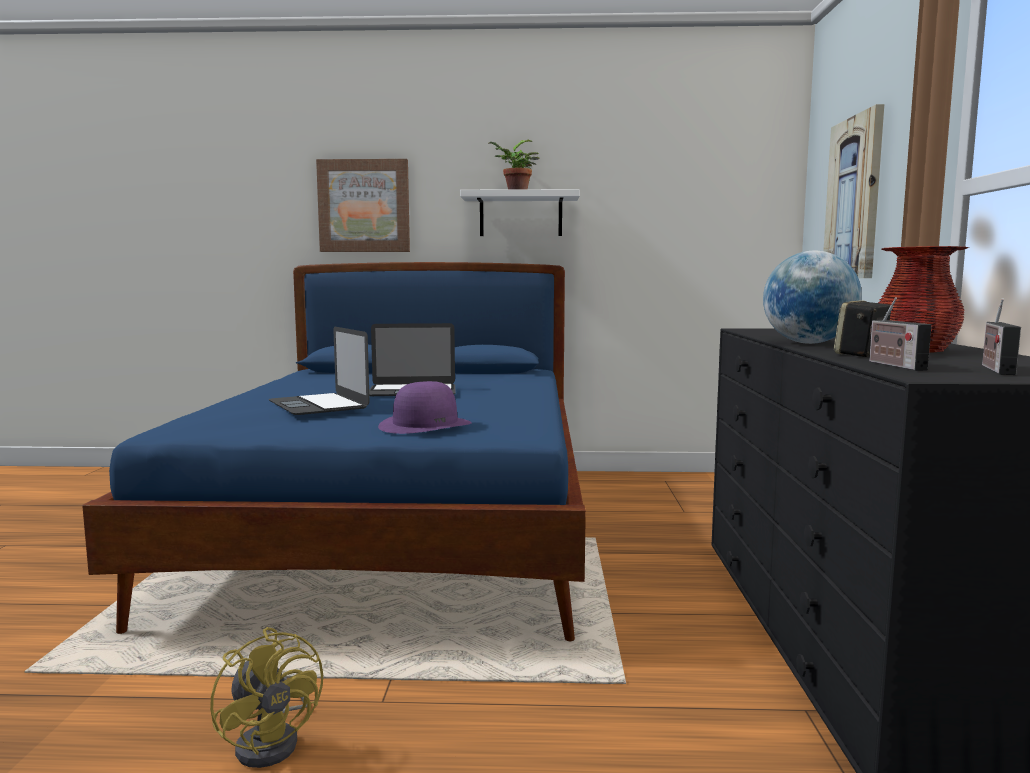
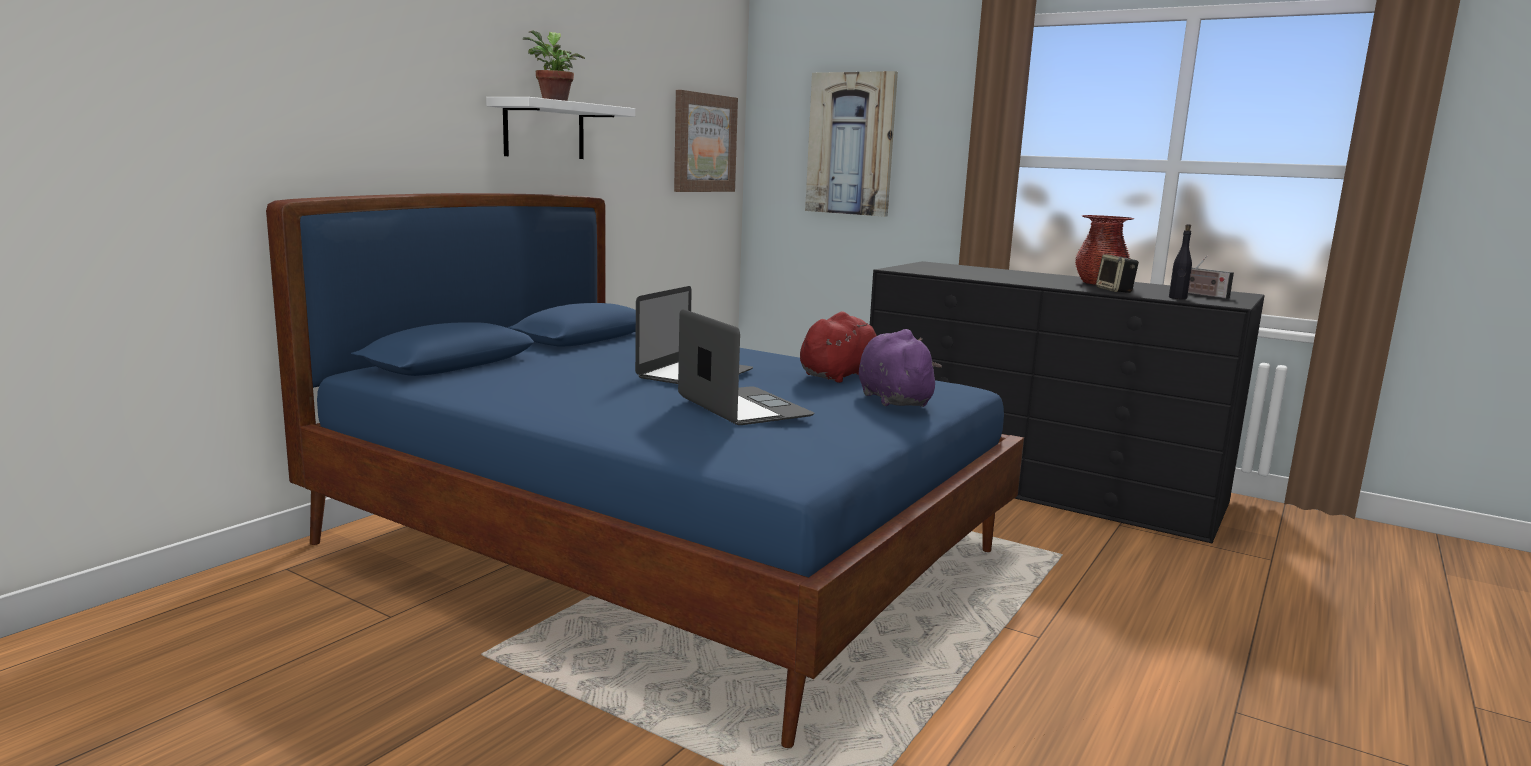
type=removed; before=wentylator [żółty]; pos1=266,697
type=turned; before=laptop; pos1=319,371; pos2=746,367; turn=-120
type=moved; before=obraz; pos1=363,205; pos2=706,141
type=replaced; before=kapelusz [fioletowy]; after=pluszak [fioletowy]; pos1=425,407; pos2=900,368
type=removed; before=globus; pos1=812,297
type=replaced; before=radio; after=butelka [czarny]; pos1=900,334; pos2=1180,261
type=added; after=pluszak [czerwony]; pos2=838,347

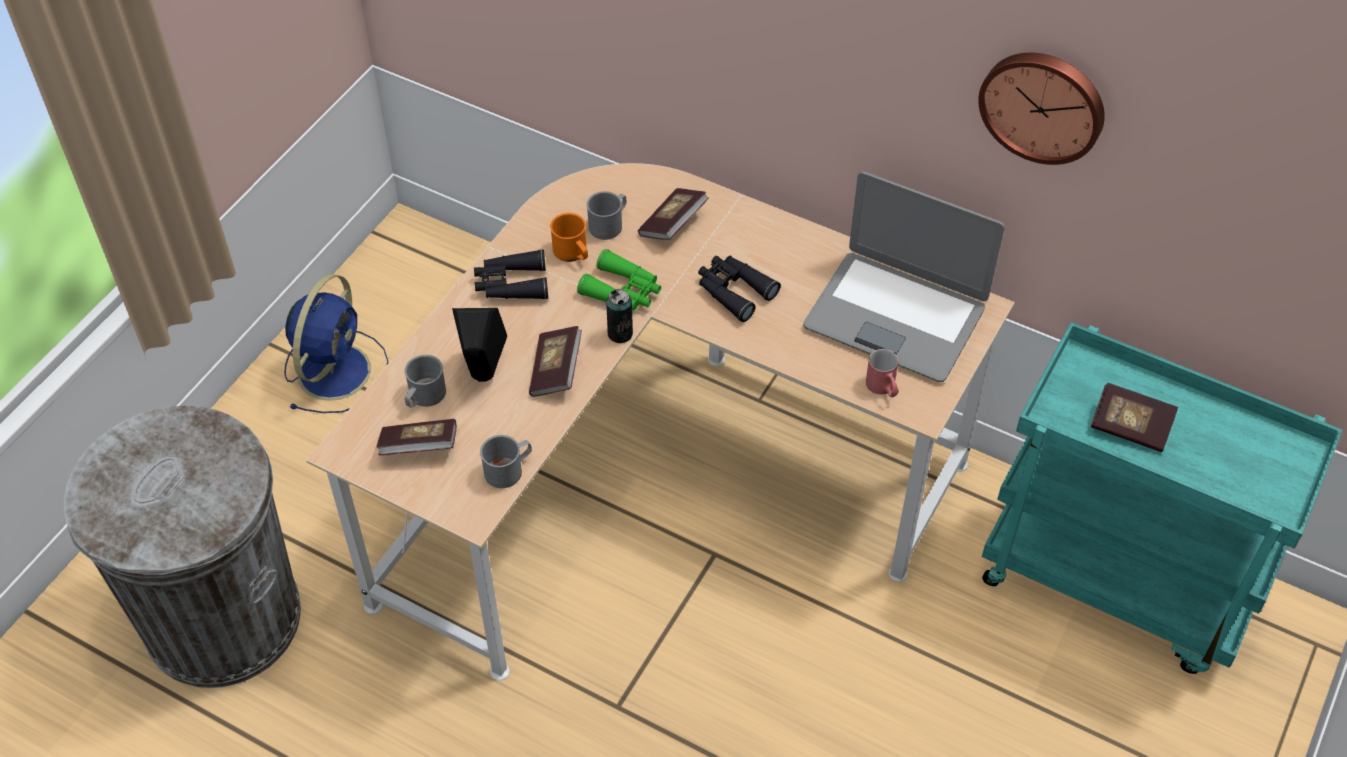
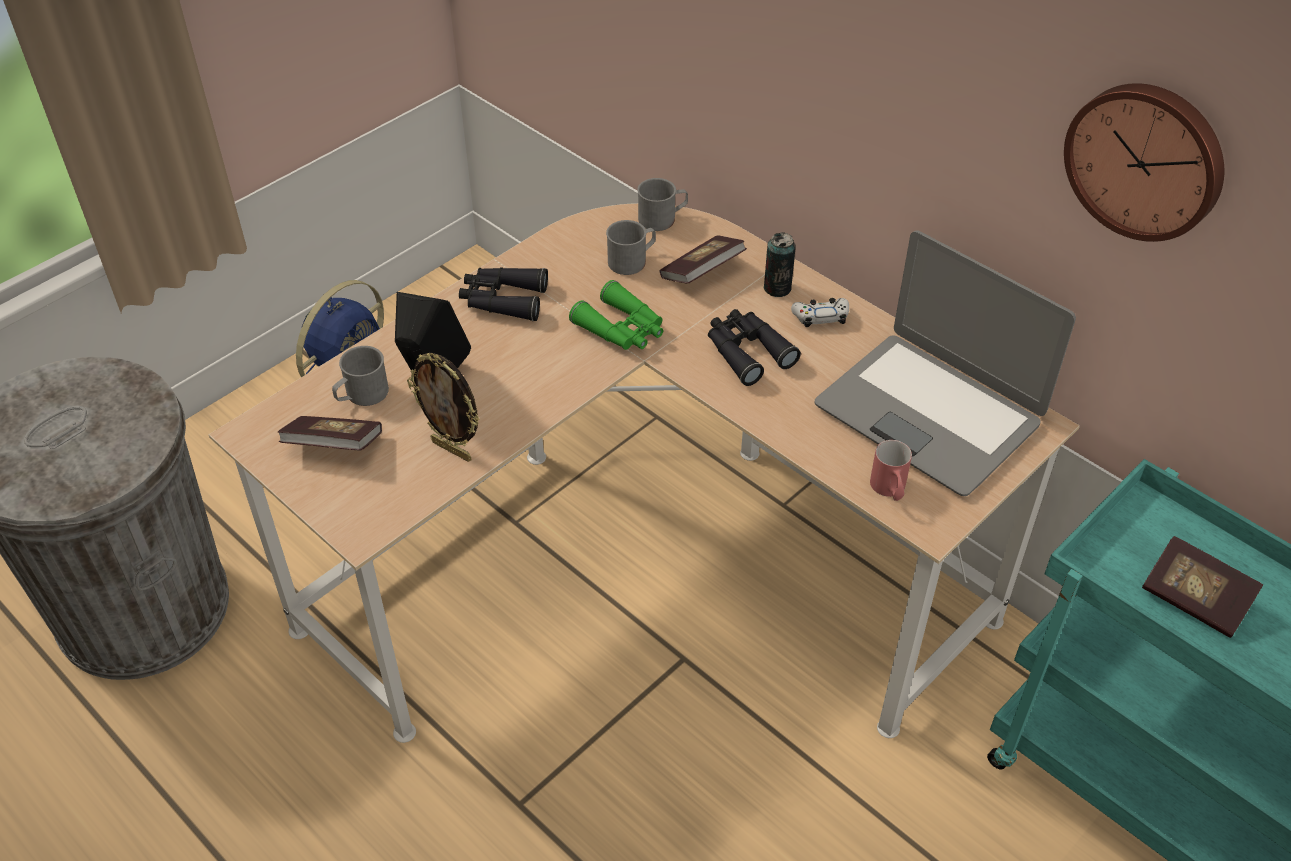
type=moved; before=kubek [szary]; pos1=505,461; pos2=662,204
type=removed; before=książka; pos1=555,361
type=removed; before=kubek [pomarańczowy]; pos1=569,237
type=moved; before=puszka; pos1=619,316; pos2=780,264
type=added; after=ramka na zdjęcie; pos2=443,407
type=added; after=pad do gier [biały]; pos2=820,312

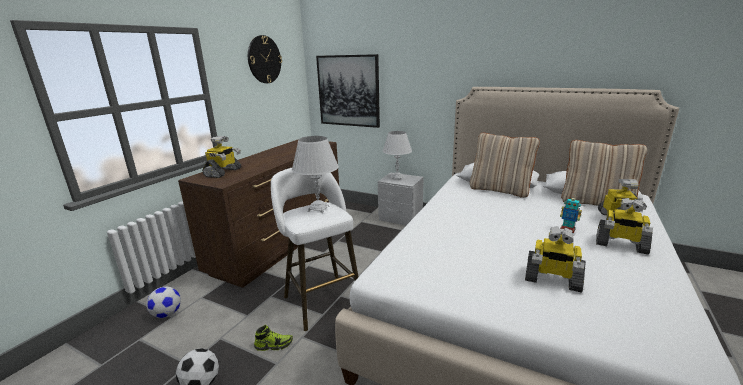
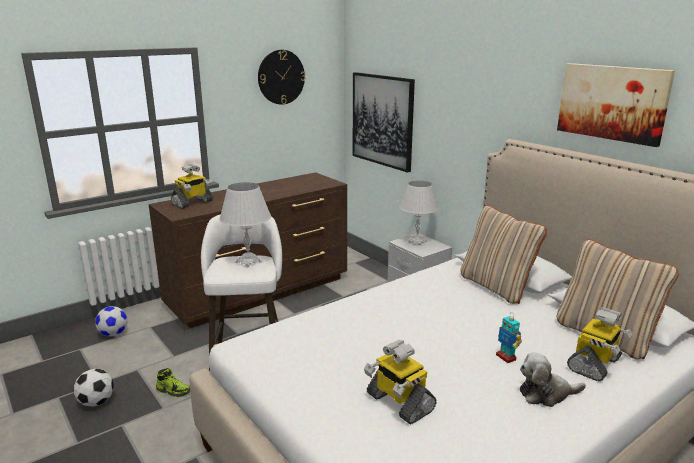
type=replaced; before=robot zabawkowy; after=pluszak; pos1=624,226; pos2=553,379
type=added; after=obraz; pos2=616,105

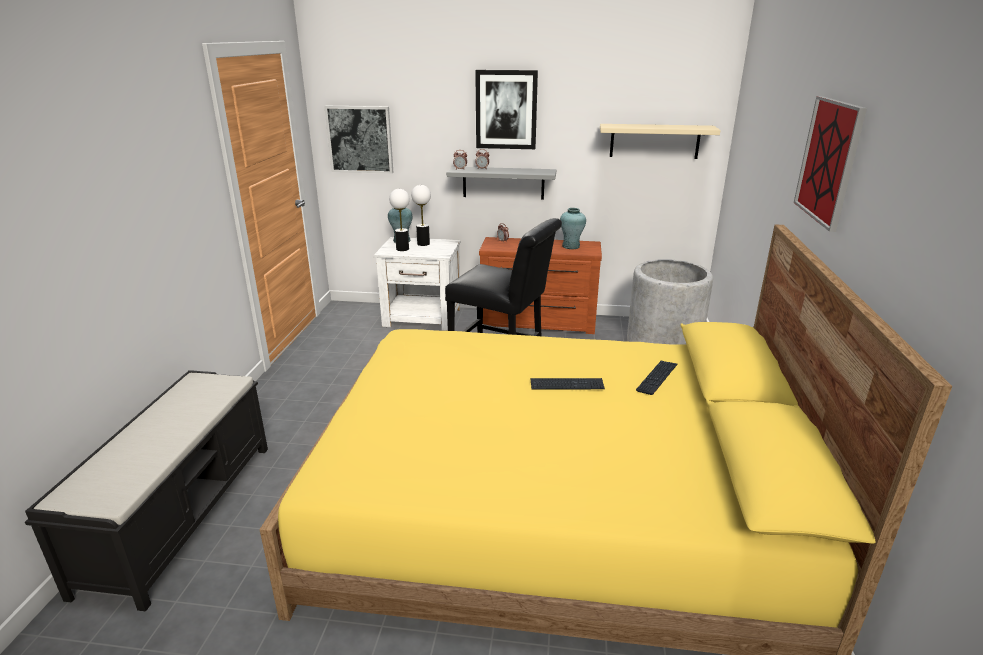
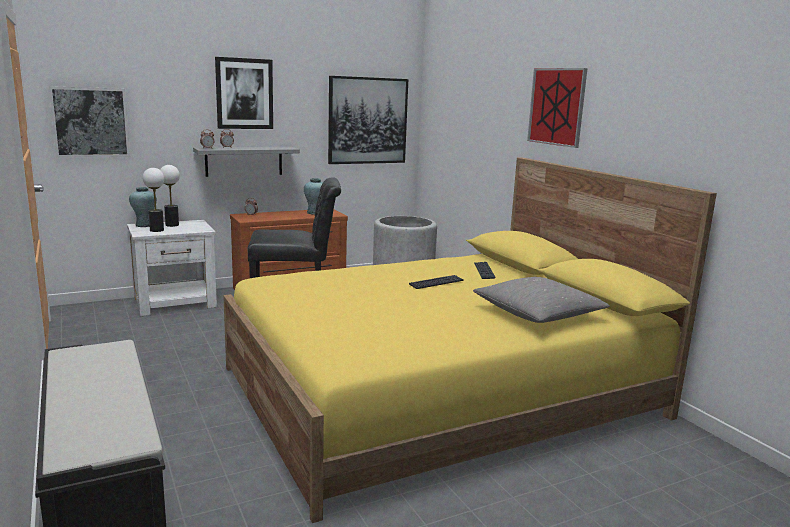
type=replaced; before=półka [beżowy]; after=obraz; pos1=660,141; pos2=368,120
type=added; after=poduszka [szary]; pos2=541,300

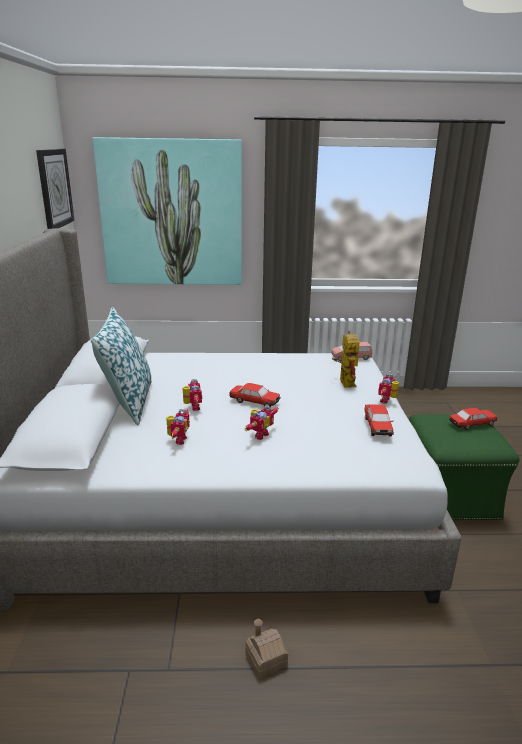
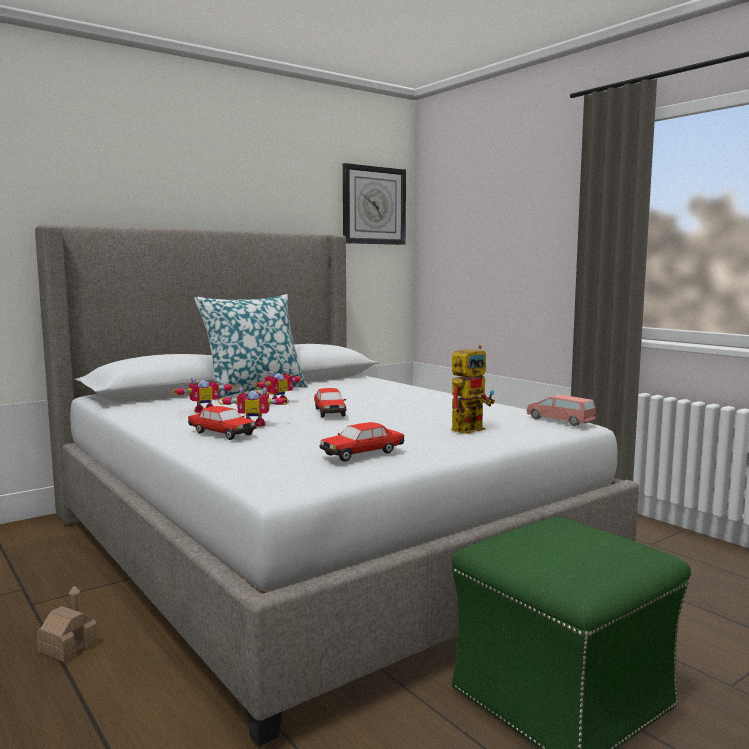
type=removed; before=obraz; pos1=167,211
type=removed; before=robot zabawkowy; pos1=388,388
type=moved; before=samochodzik; pos1=473,418; pos2=222,423

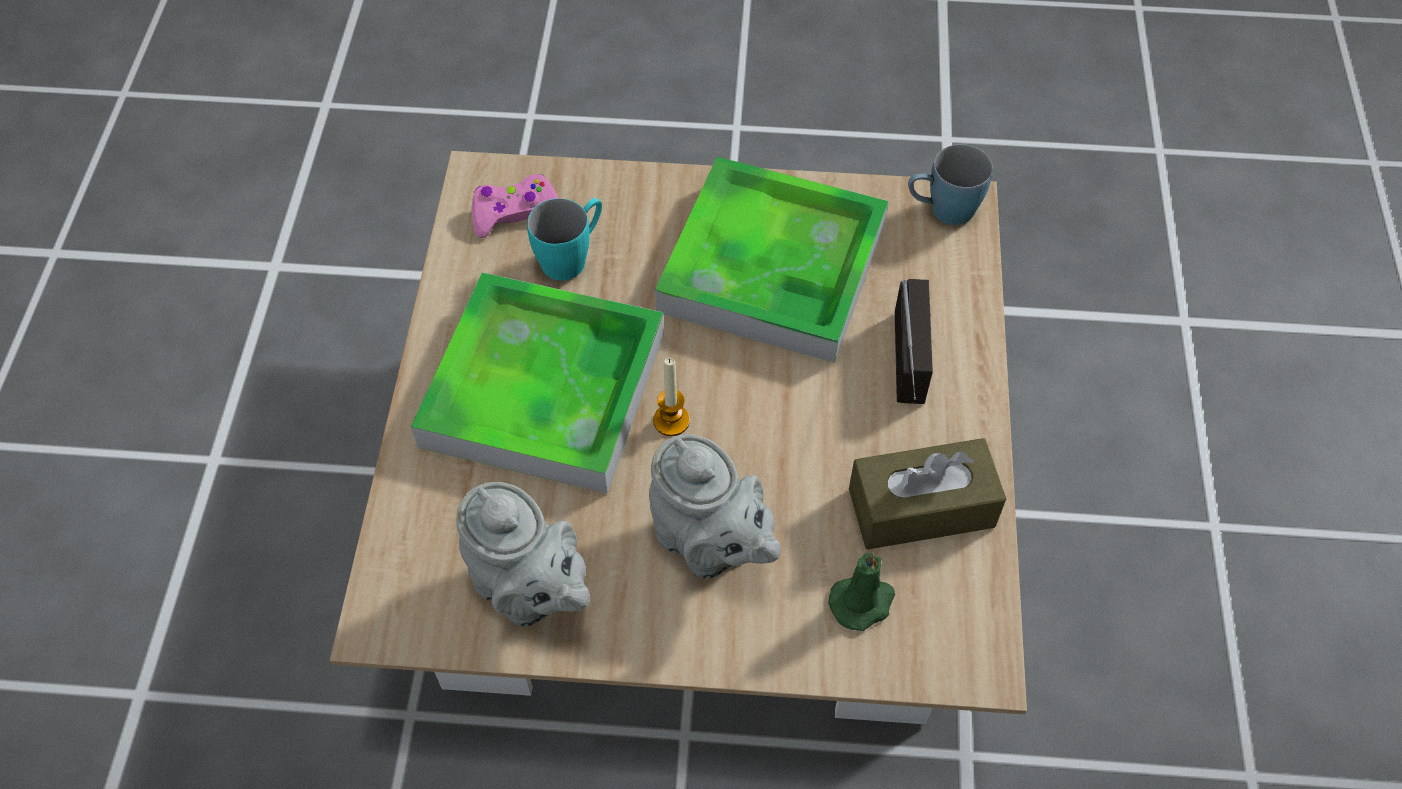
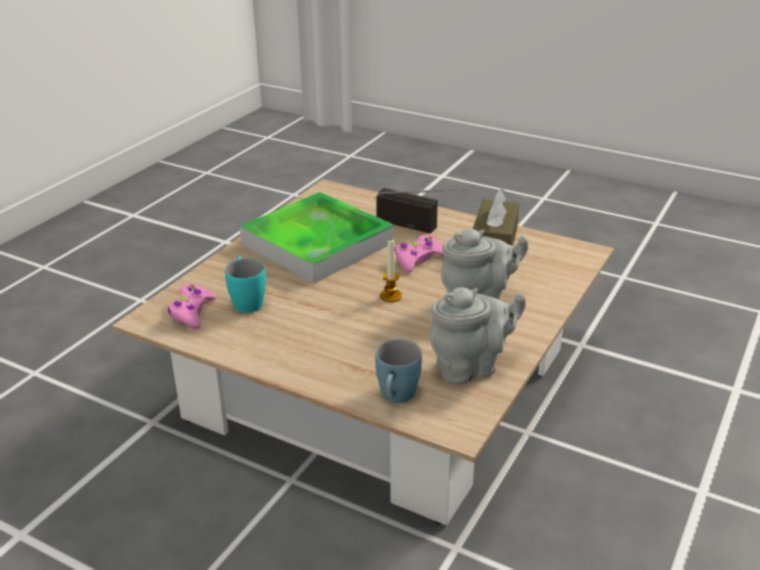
type=removed; before=taca; pos1=537,382
type=removed; before=świeca [zielony]; pos1=861,591
type=moved; before=kubek [niebieski]; pos1=950,184; pos2=398,371
type=added; after=pad do gier [różowy]; pos2=419,253

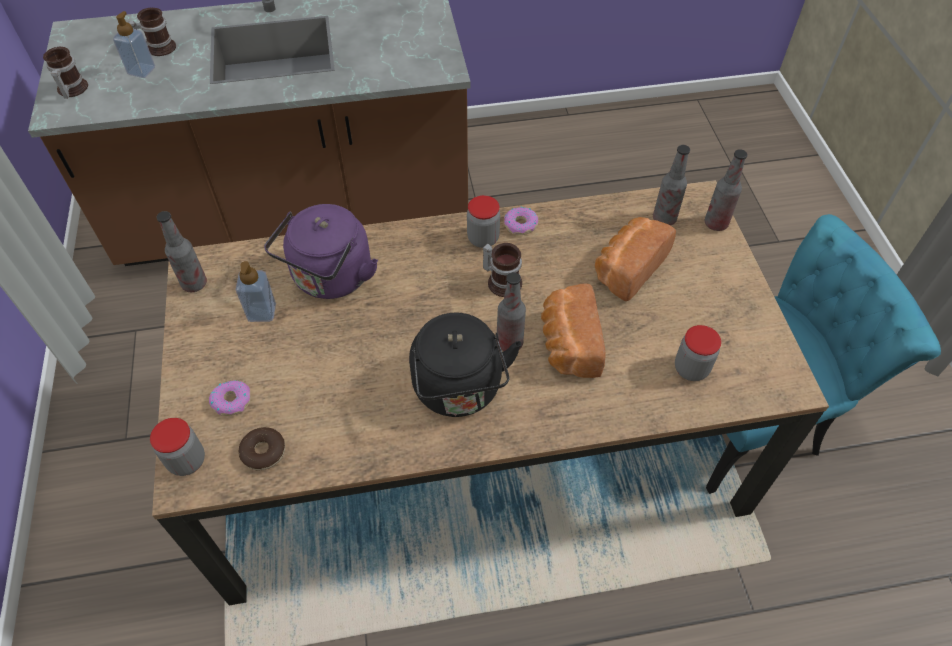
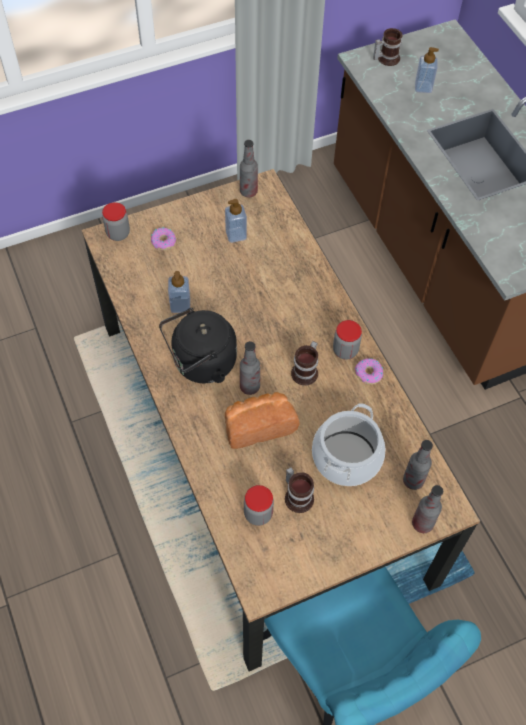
type=moved; before=kubek; pos1=152,32; pos2=299,490
type=removed; before=donut; pos1=261,448
type=removed; before=czajnik [fioletowy]; pos1=321,251
type=replaced; before=chleb; after=garnek; pos1=635,259; pos2=348,444
type=added; after=dozownik mydła; pos2=179,292

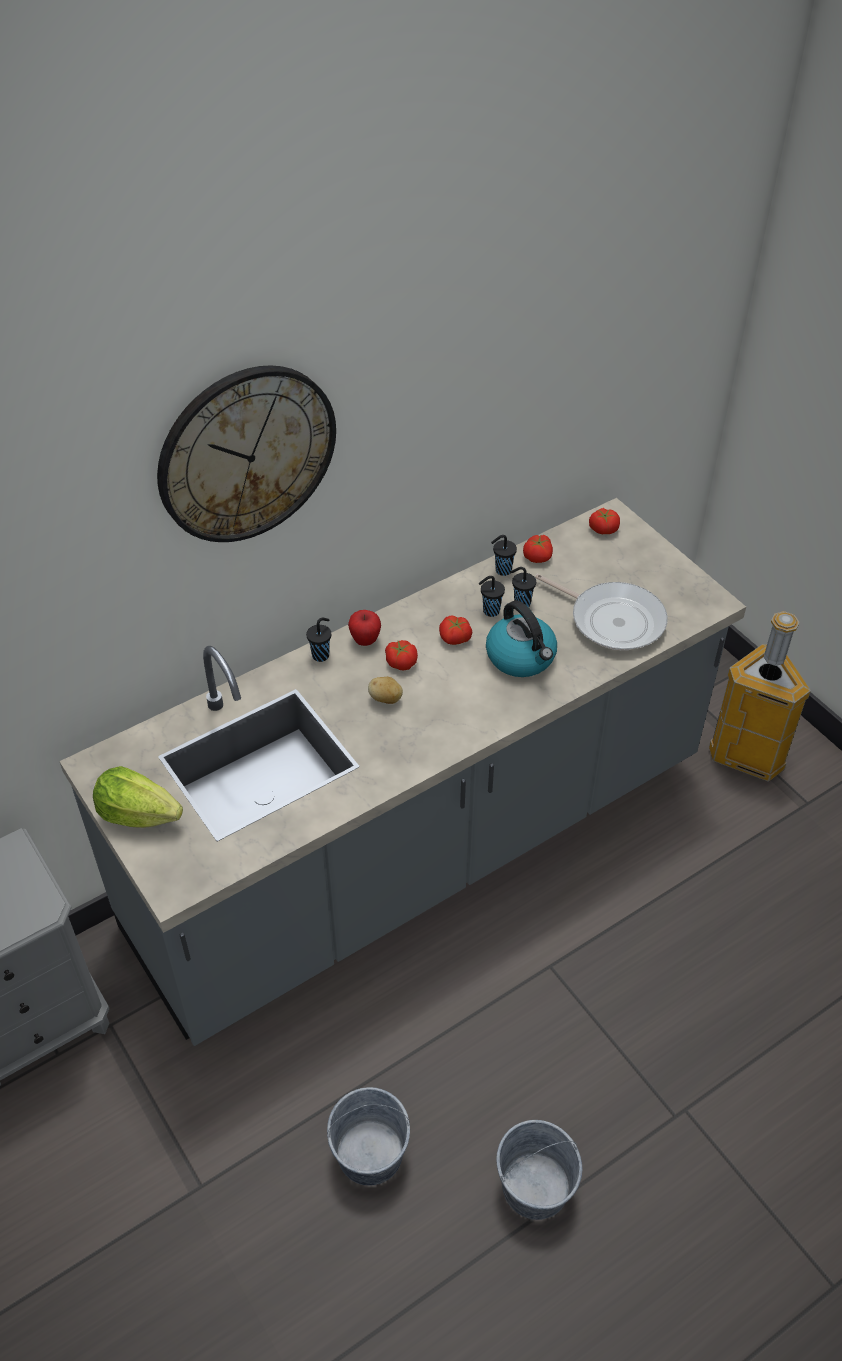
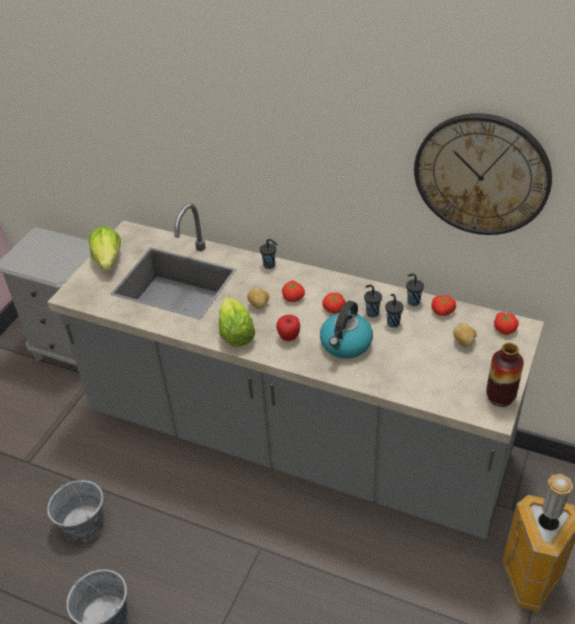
type=moved; before=zegar ścienny; pos1=246,453; pos2=483,174
type=moved; before=jabłko; pos1=364,628; pos2=288,328
type=removed; before=patelnia; pos1=601,612
type=added; after=sałata; pos2=237,322
type=added; after=ziemniak; pos2=465,335
type=added; after=wazon; pos2=505,375

